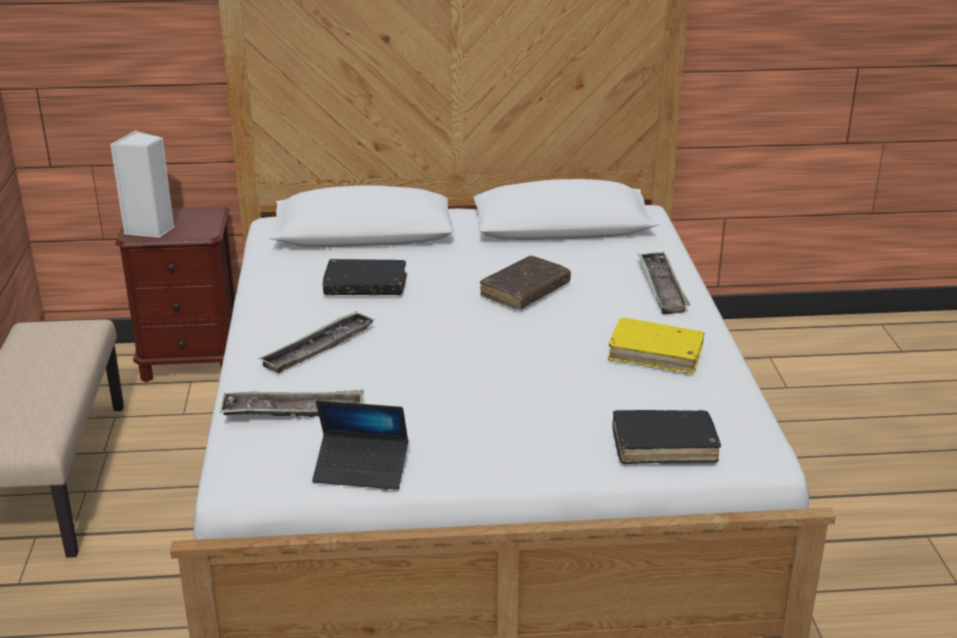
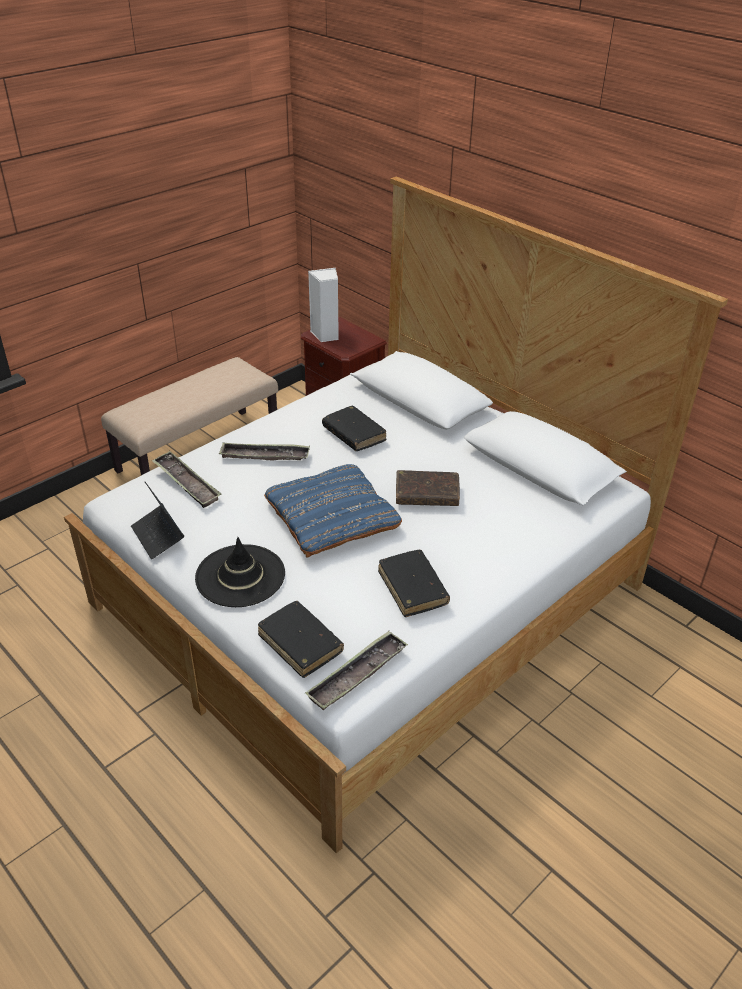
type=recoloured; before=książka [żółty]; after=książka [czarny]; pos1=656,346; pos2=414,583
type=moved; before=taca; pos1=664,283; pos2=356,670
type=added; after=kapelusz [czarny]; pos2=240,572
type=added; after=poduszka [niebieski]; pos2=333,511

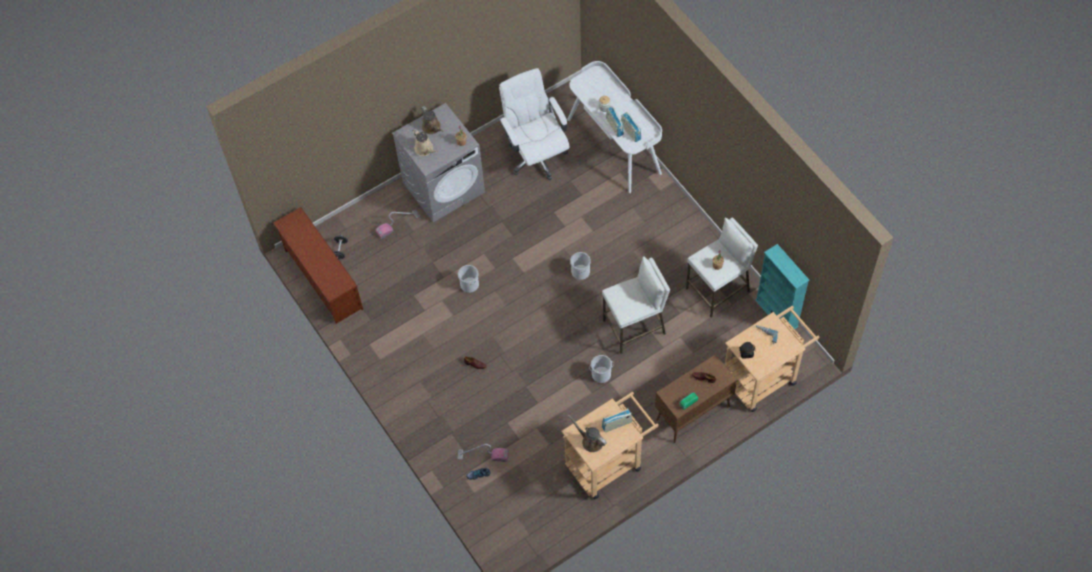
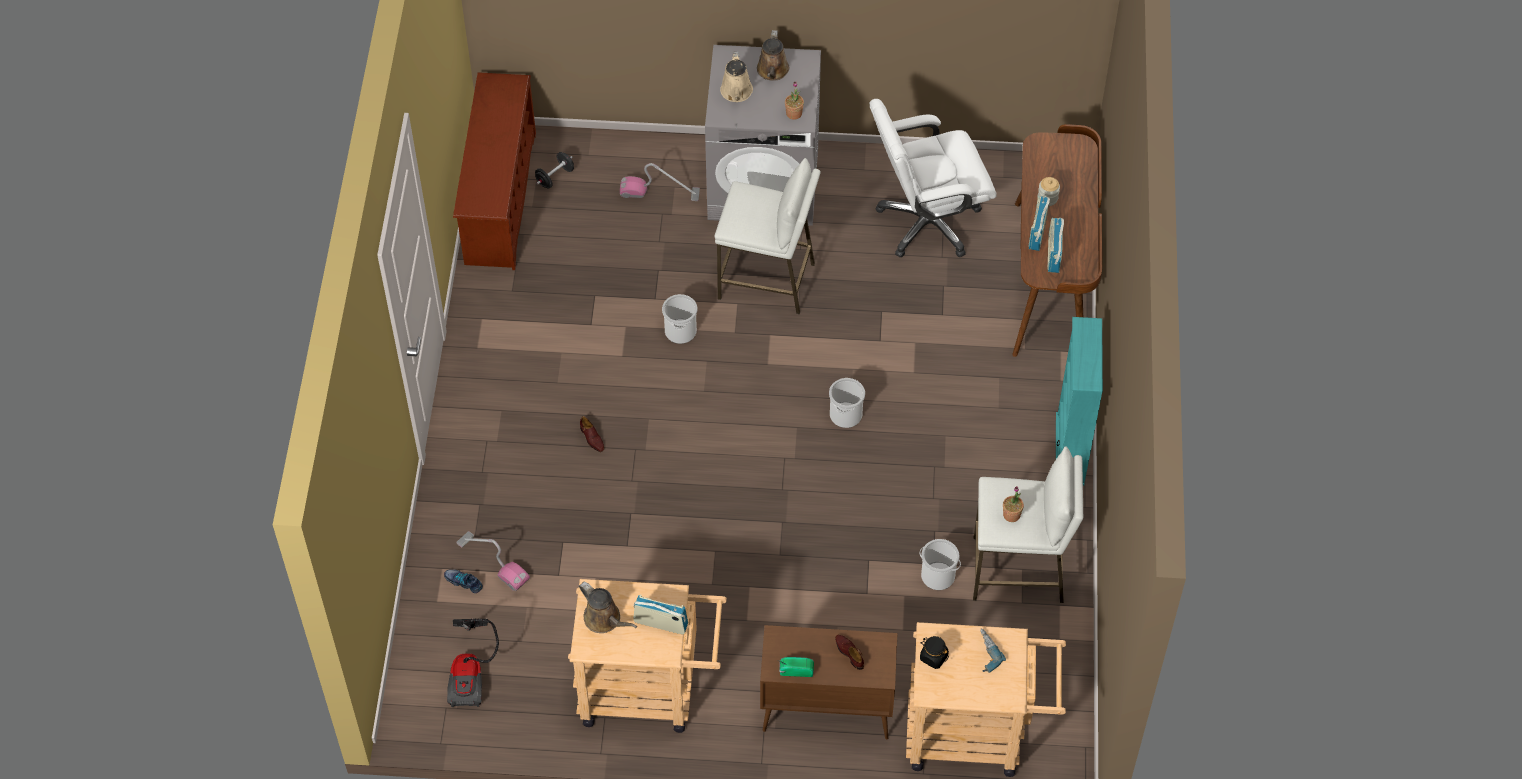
type=turned; before=krzesło biurowe [biały]; pos1=534,124; pos2=933,178; turn=-120
type=recoloured; before=biurko [biały]; after=biurko [brązowy]; pos1=614,127; pos2=1057,240
type=turned; before=konewka [brązowy]; pos1=587,433; pos2=608,607; turn=150
type=moved; before=wiadro; pos1=601,369; pos2=940,564
type=moved; before=stołek [biały]; pos1=636,305; pos2=767,236
type=moved; before=regał [turkusowy]; pos1=782,286; pos2=1079,401
type=added; after=odkurzacz; pos2=473,663

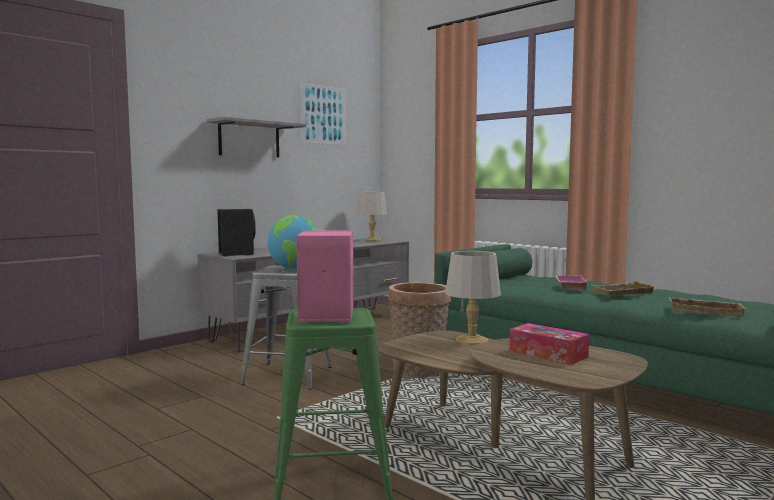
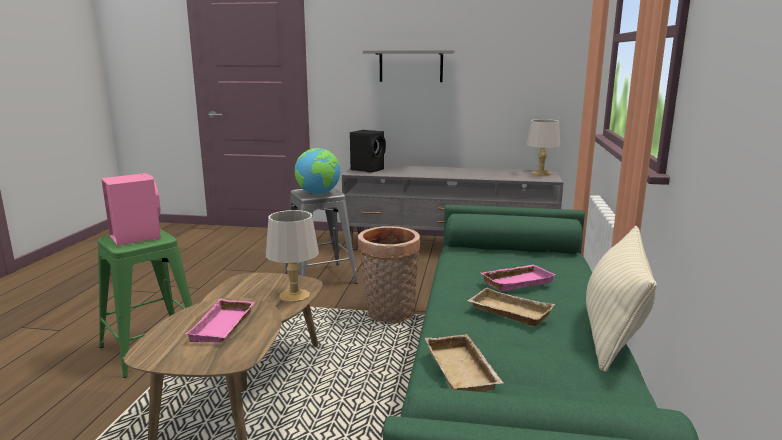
type=removed; before=obraz; pos1=323,113
type=replaced; before=pudełko chusteczek; after=taca [różowy]; pos1=549,344; pos2=220,321
type=added; after=poduszka [beżowy]; pos2=621,299

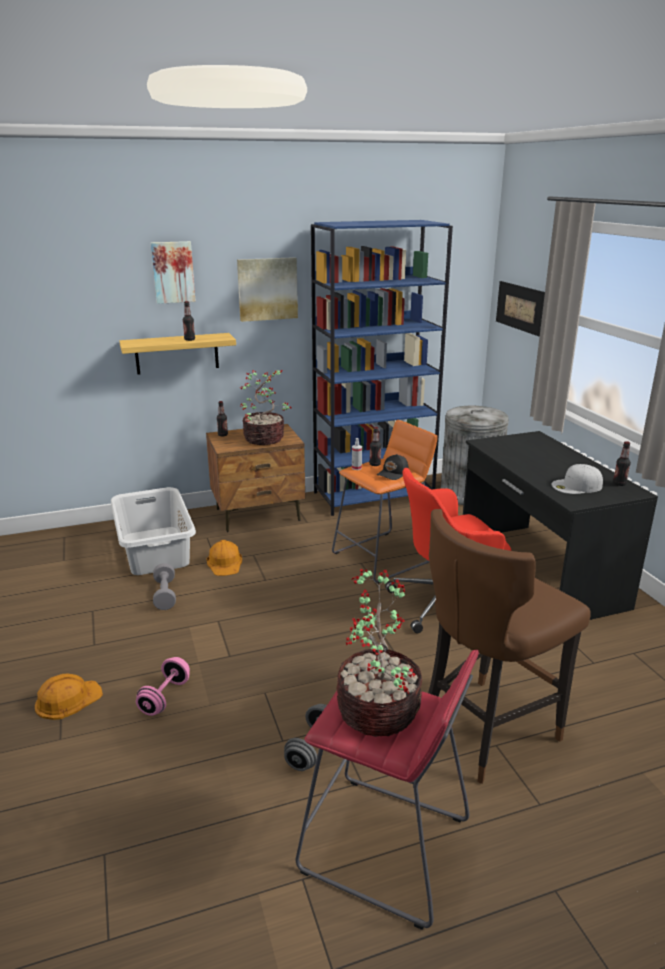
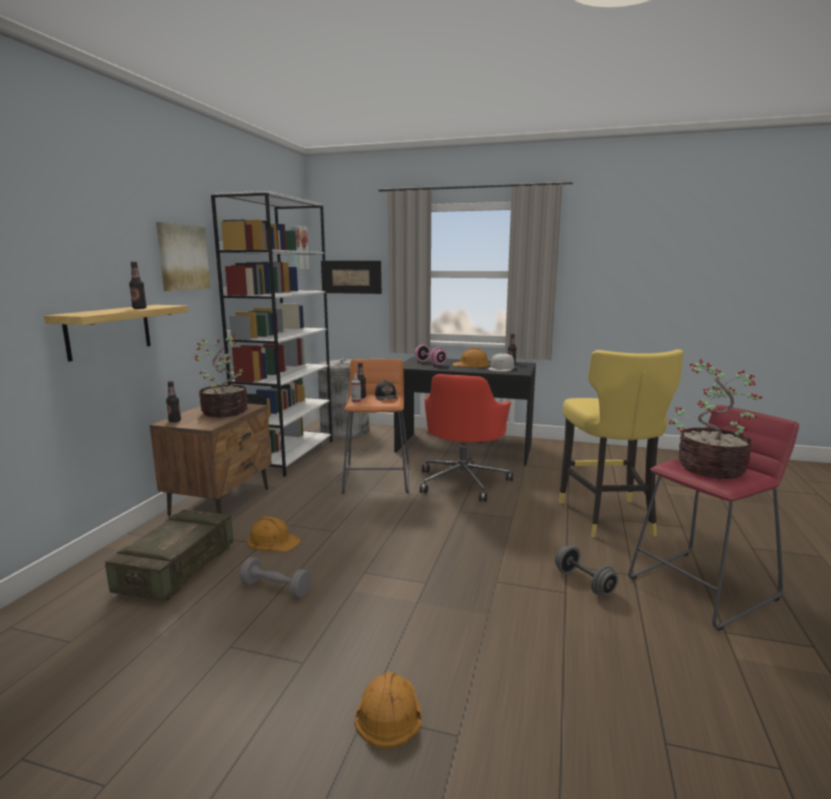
type=replaced; before=kosz na pranie [szary]; after=skrzynka; pos1=153,531; pos2=169,555
type=moved; before=hantel [różowy]; pos1=163,686; pos2=431,355
type=moved; before=obraz; pos1=173,272; pos2=299,247
type=recoloured; before=regał [niebieski]; after=regał [biały]; pos1=382,368; pos2=272,334
type=recoloured; before=stołek [brązowy]; after=stołek [żółty]; pos1=509,646; pos2=621,443
type=added; after=kask [pomarańczowy]; pos2=471,358

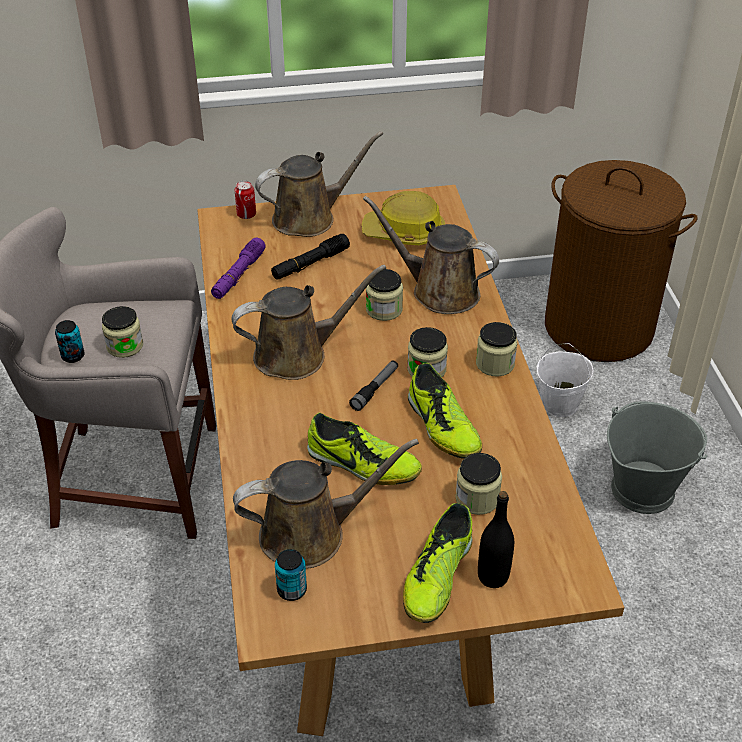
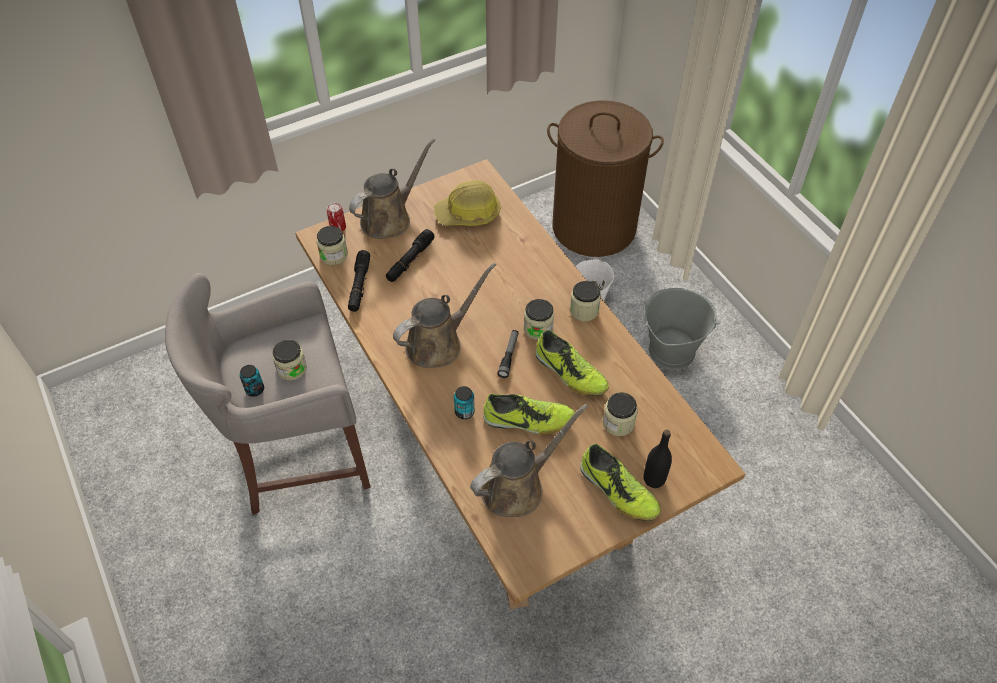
type=recoloured; before=latarka [fioletowy]; after=latarka [czarny]; pos1=238,268; pos2=359,281
type=moved; before=puszka; pos1=291,575; pos2=464,402
type=removed; before=konewka [brązowy]; pos1=431,255
type=moved; before=słoik; pos1=384,295; pos2=332,245
type=turned; before=but; pos1=437,563; pos2=620,482; turn=-45

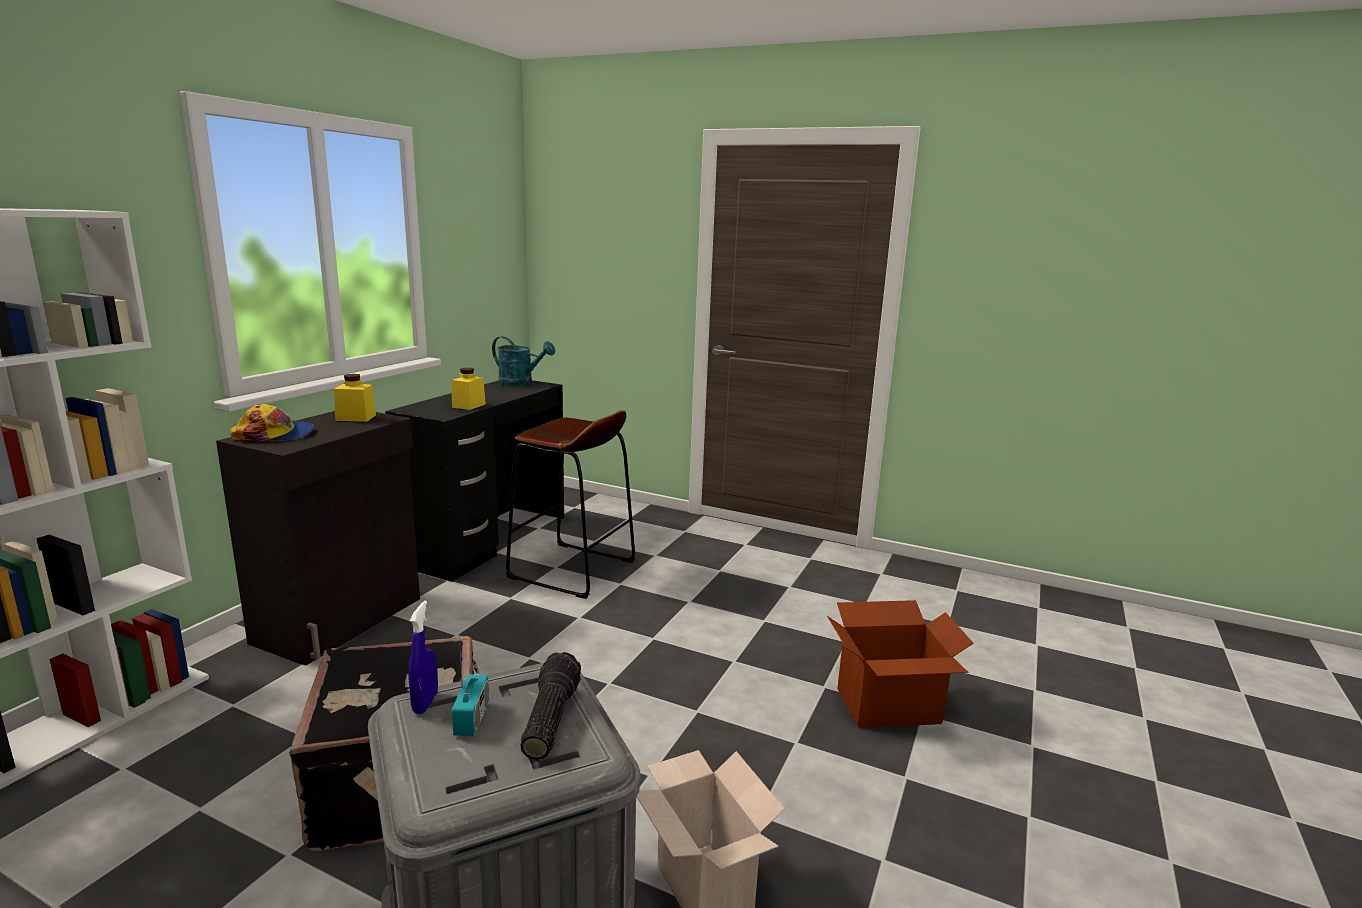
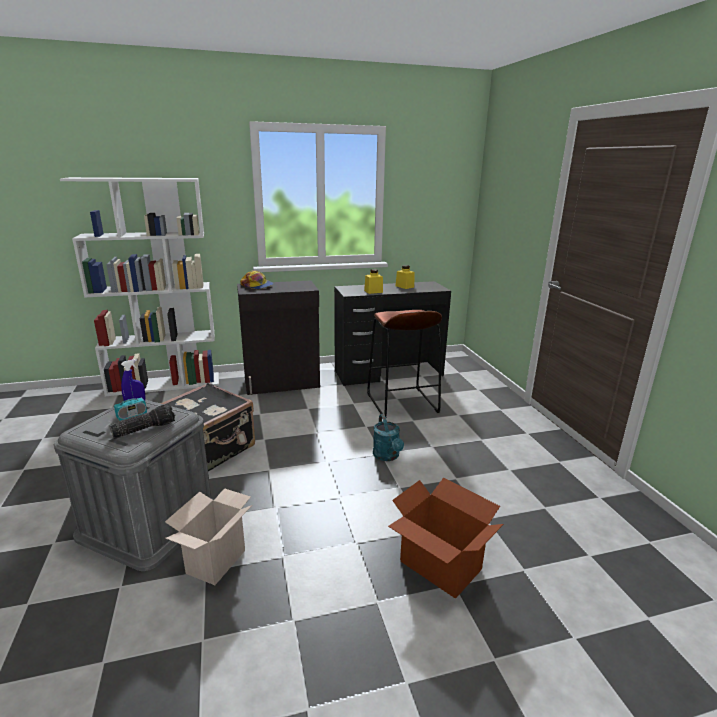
type=moved; before=słoik [żółty]; pos1=355,398; pos2=405,277
type=moved; before=konewka [turkusowy]; pos1=523,361; pos2=388,437

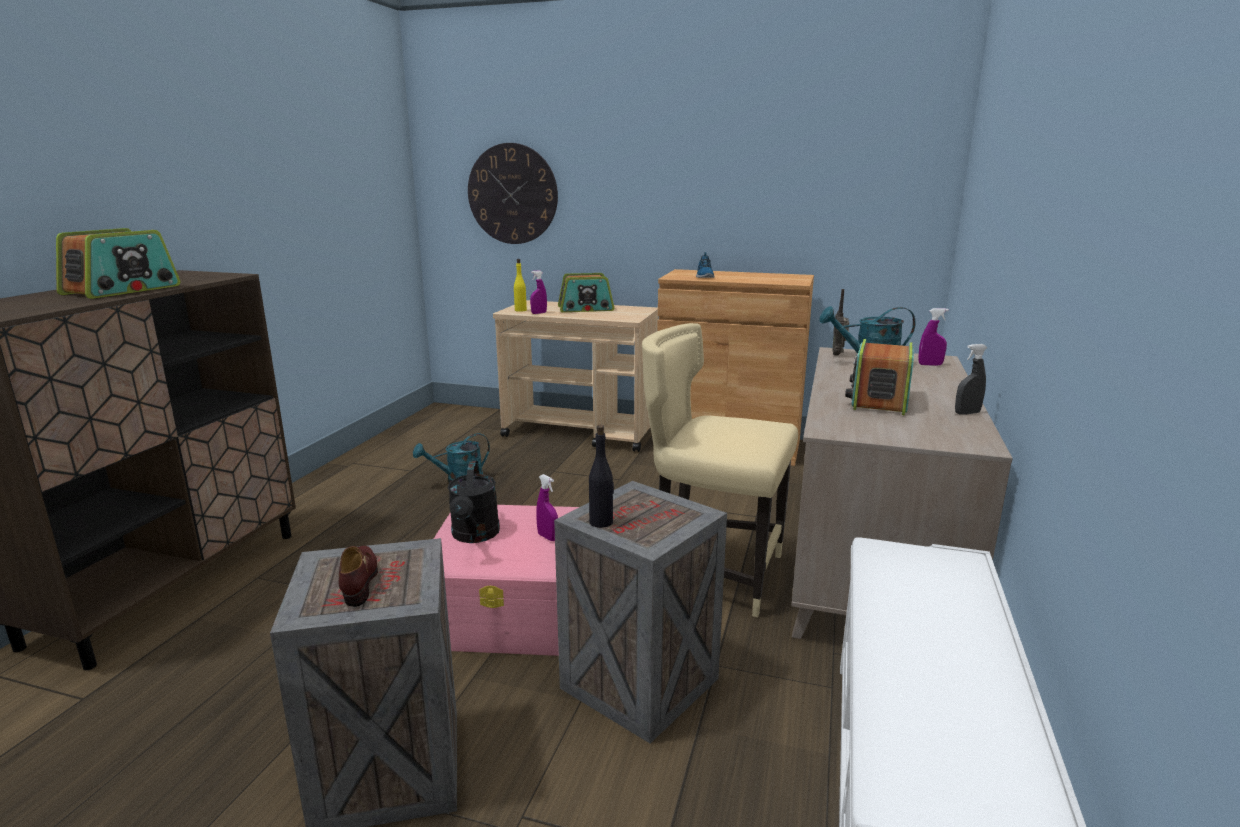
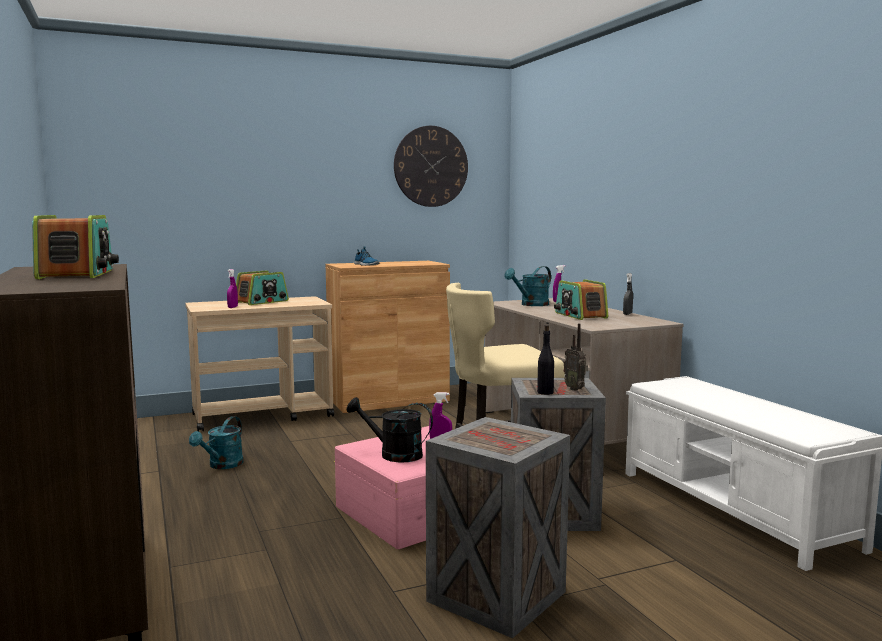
type=removed; before=but [brązowy]; pos1=358,576
type=turned; before=konewka [czarny]; pos1=474,502; pos2=389,430; turn=150
type=moved; before=zegar ścienny; pos1=513,193; pos2=431,166
type=removed; before=butelka [żółty]; pos1=520,285
type=moved; before=radio; pos1=841,322; pos2=575,357

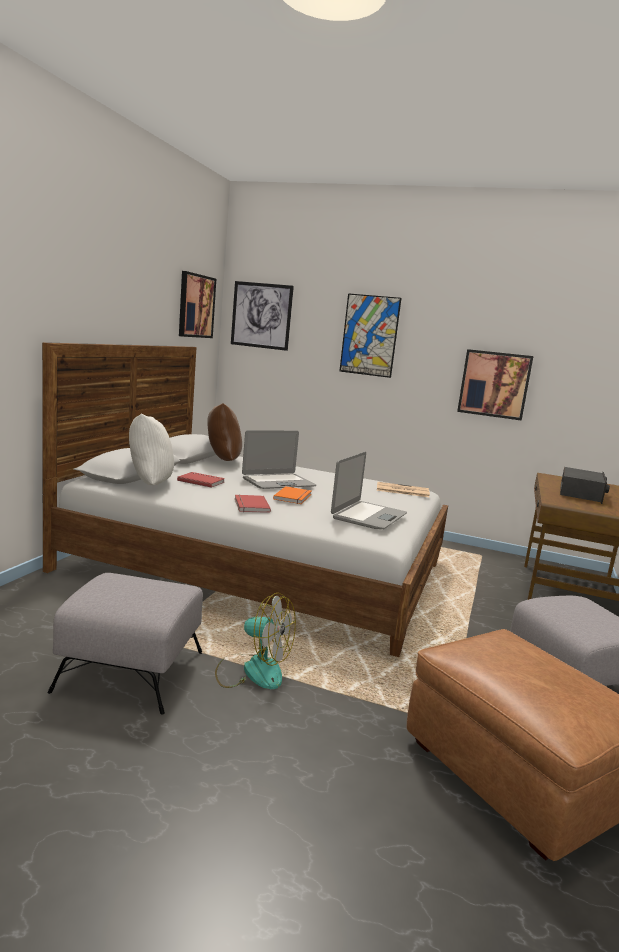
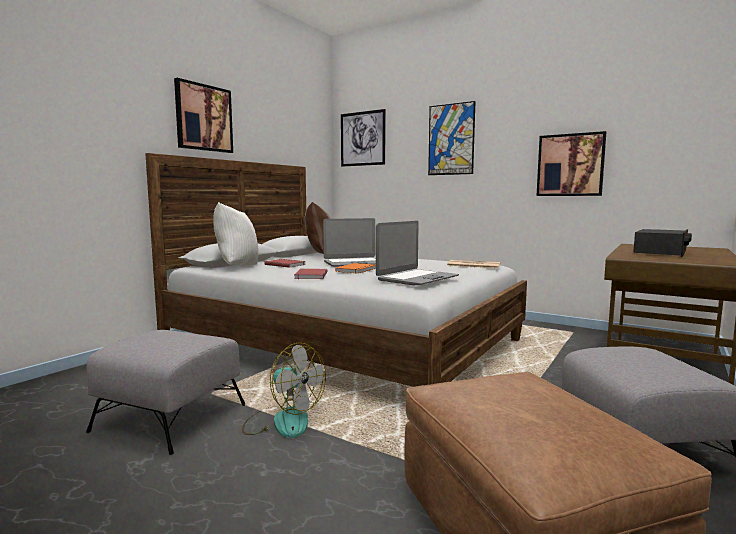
type=moved; before=obraz; pos1=197,304; pos2=203,115

